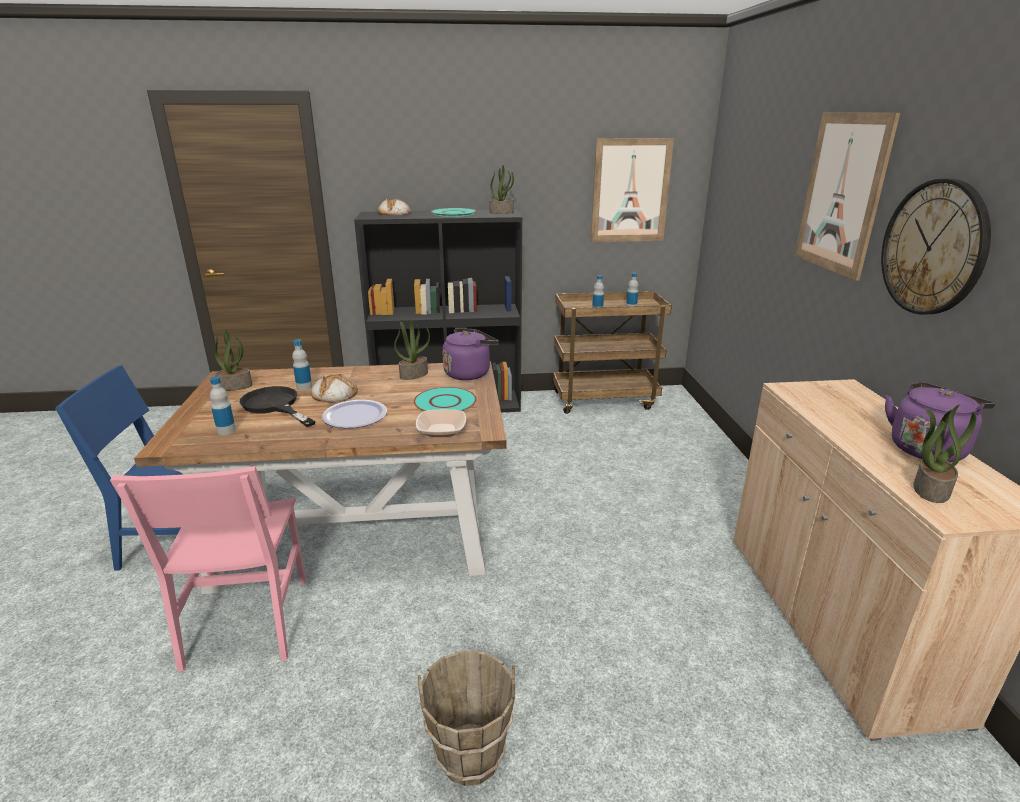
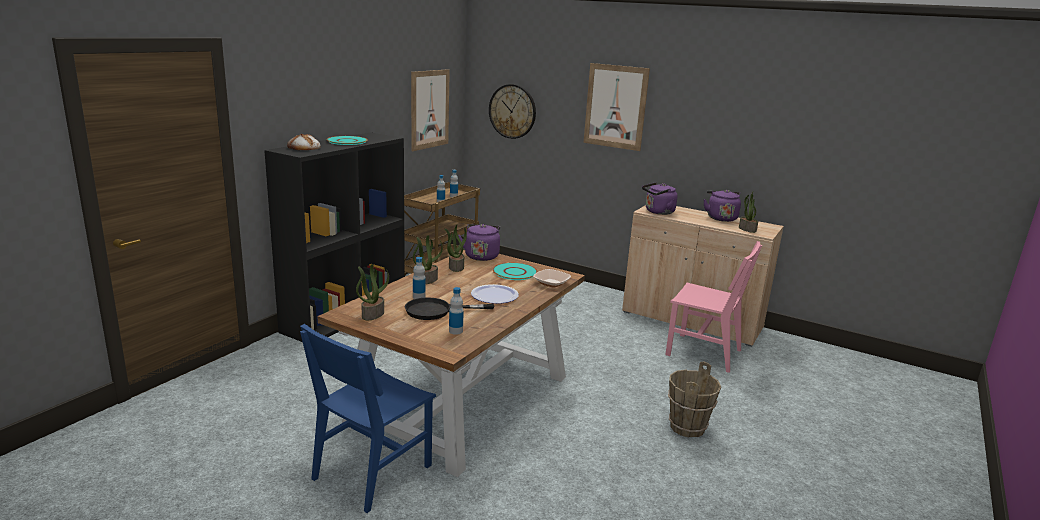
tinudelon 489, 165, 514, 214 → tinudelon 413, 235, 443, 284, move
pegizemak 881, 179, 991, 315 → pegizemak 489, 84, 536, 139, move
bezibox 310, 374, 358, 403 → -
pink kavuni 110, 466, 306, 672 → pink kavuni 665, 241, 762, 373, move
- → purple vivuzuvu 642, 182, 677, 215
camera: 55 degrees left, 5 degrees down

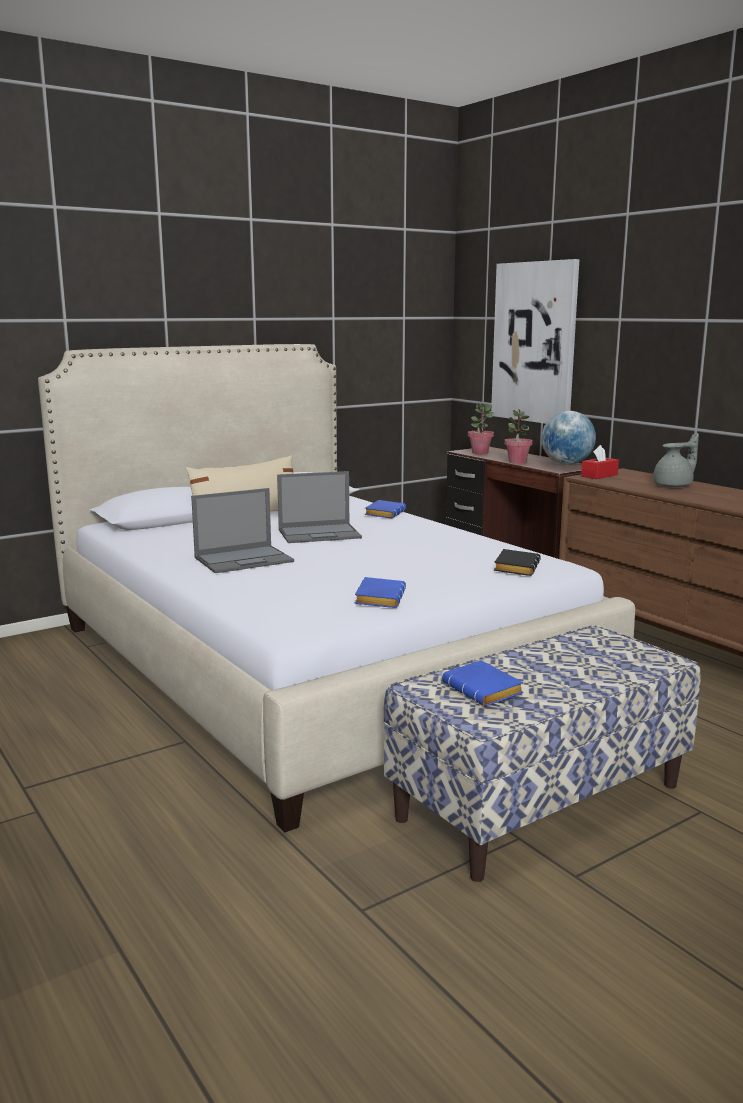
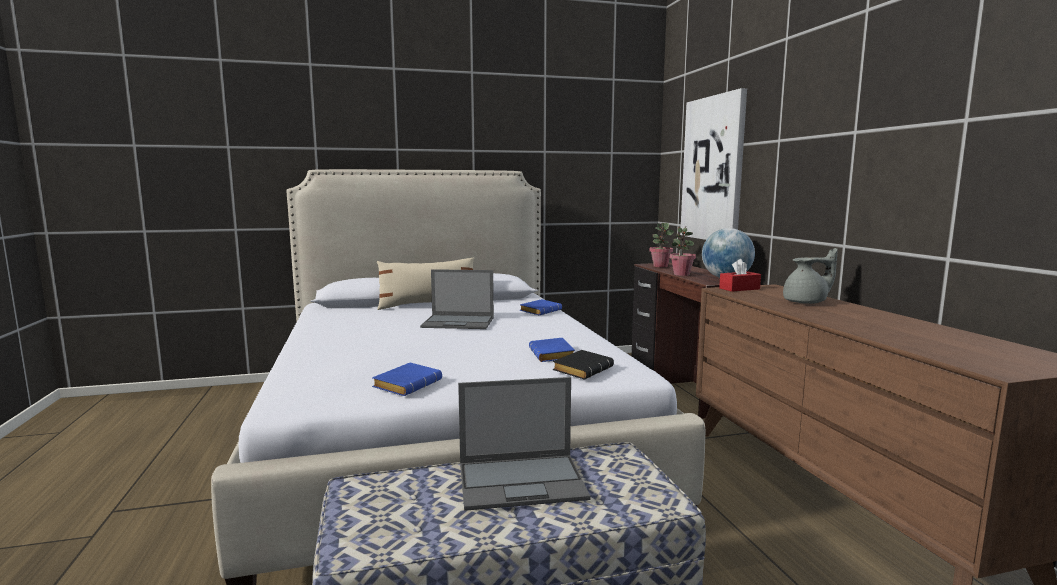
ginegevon 191, 488, 294, 573 → ginegevon 458, 377, 591, 511, move
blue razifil 442, 660, 523, 706 → blue razifil 529, 338, 575, 362, move
camera: 20 degrees right, 5 degrees down

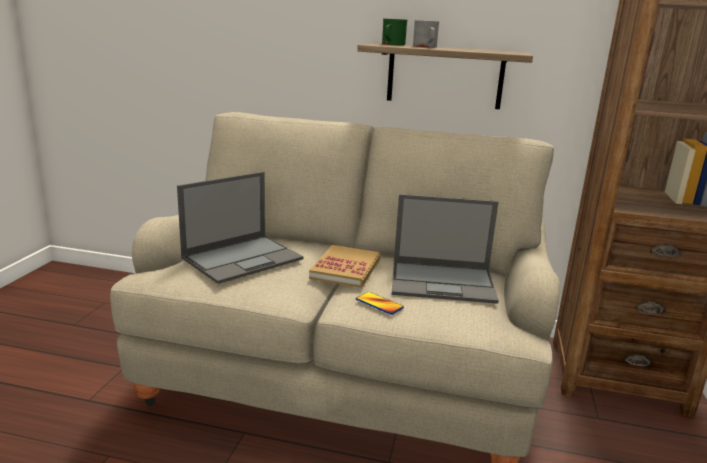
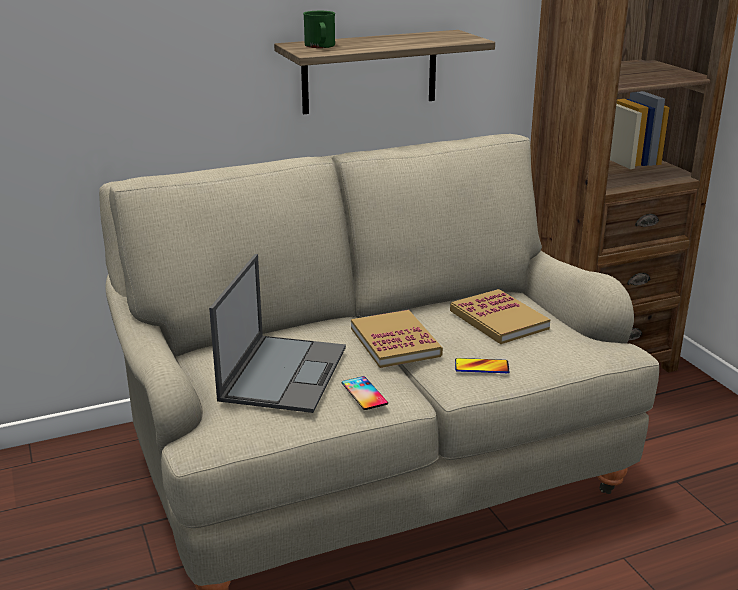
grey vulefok 413, 20, 440, 48 → -
ginegevon 392, 194, 499, 304 → razifil 450, 289, 550, 344
- → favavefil 342, 376, 388, 410
camera: 35 degrees left, 5 degrees up

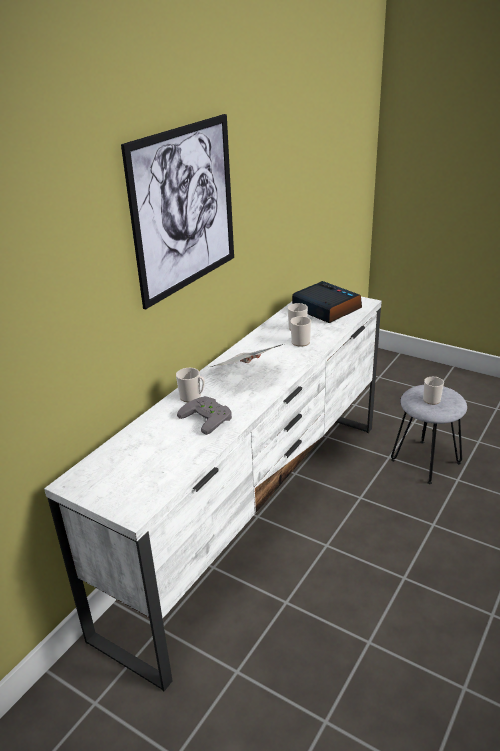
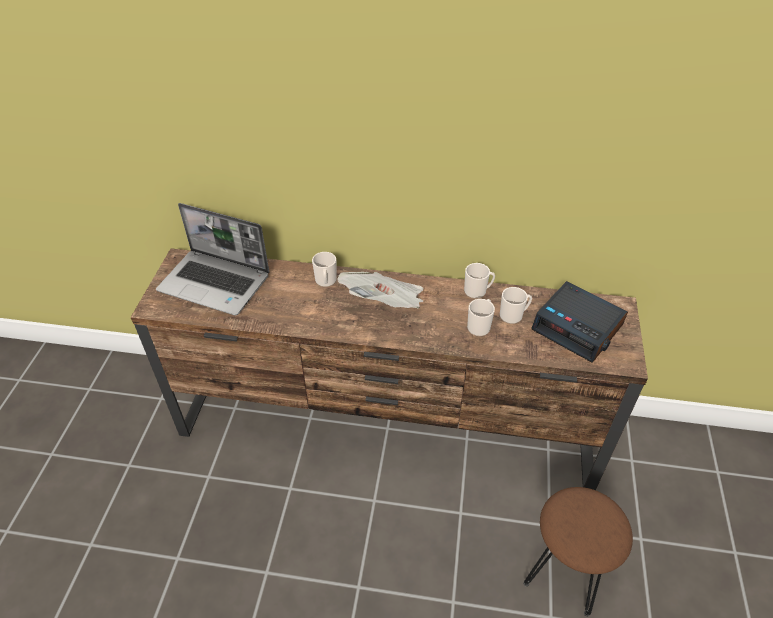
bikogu 121, 114, 234, 309 → -
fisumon 292, 281, 362, 323 → fisumon 531, 281, 628, 363, 105 degrees clockwise
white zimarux 44, 296, 382, 691 → brown zimarux 131, 248, 648, 490
vulefok 423, 377, 444, 405 → vulefok 464, 263, 495, 299, move
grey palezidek 391, 385, 467, 484 → brown palezidek 524, 487, 633, 617
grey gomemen 177, 396, 232, 435 → -
- → ginegevon 156, 203, 269, 315
camera: 65 degrees right, 15 degrees up

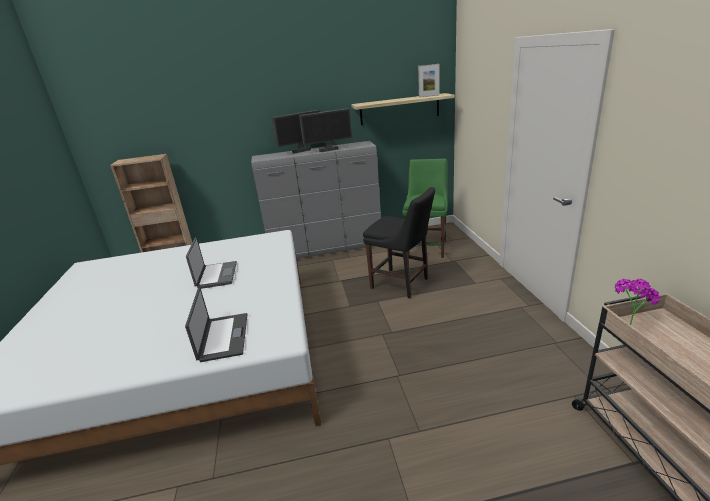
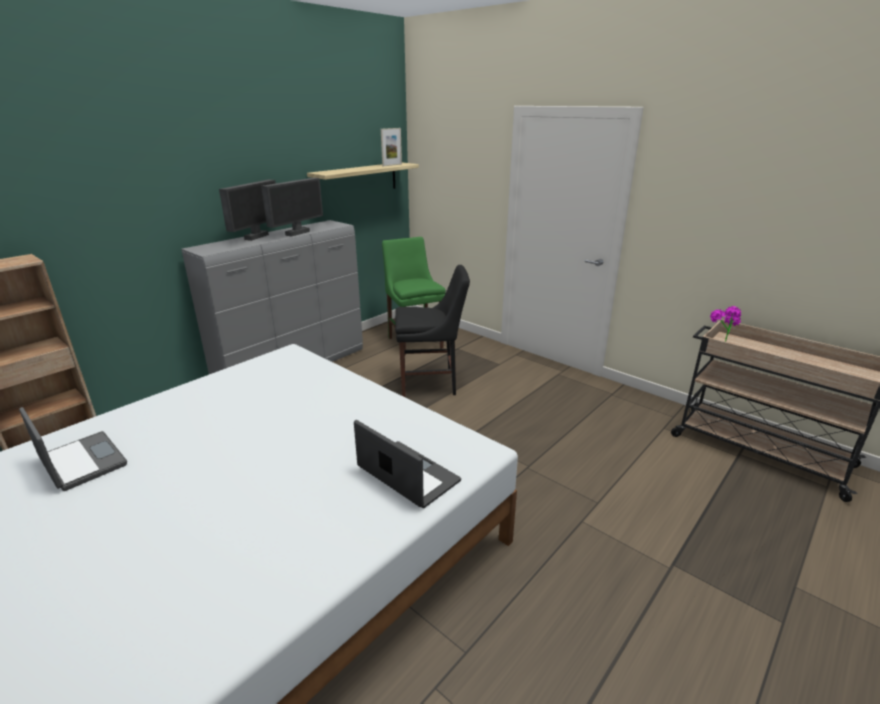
ginegevon 186, 237, 237, 289 → ginegevon 19, 407, 127, 491, move
camera: 40 degrees left, 0 degrees up

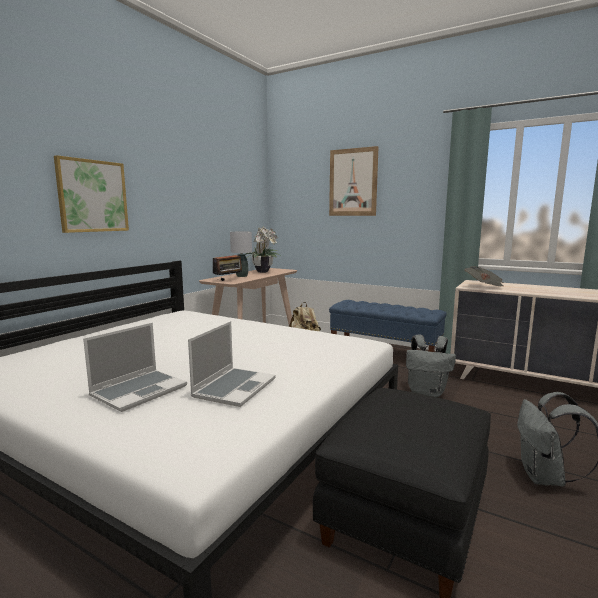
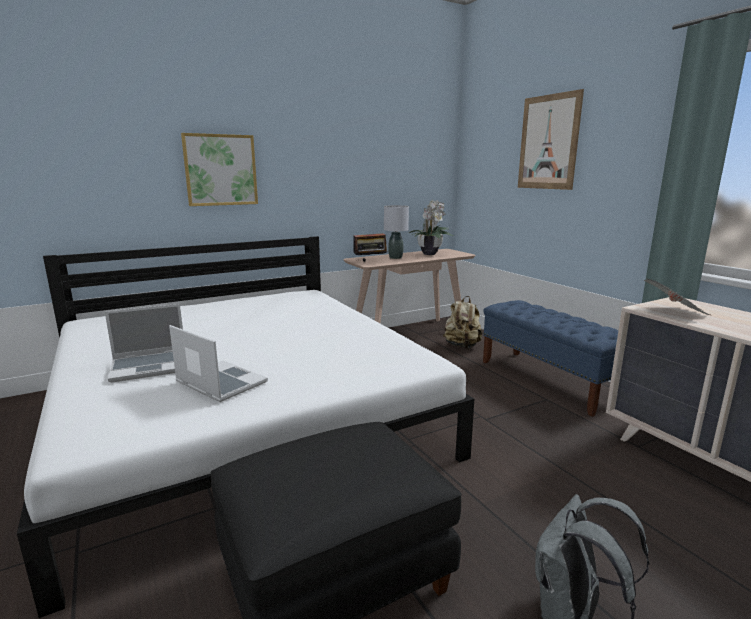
ginegevon 188, 321, 276, 407 → ginegevon 169, 325, 268, 402, 105 degrees counterclockwise
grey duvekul 406, 335, 456, 397 → -
camera: 30 degrees right, 5 degrees up

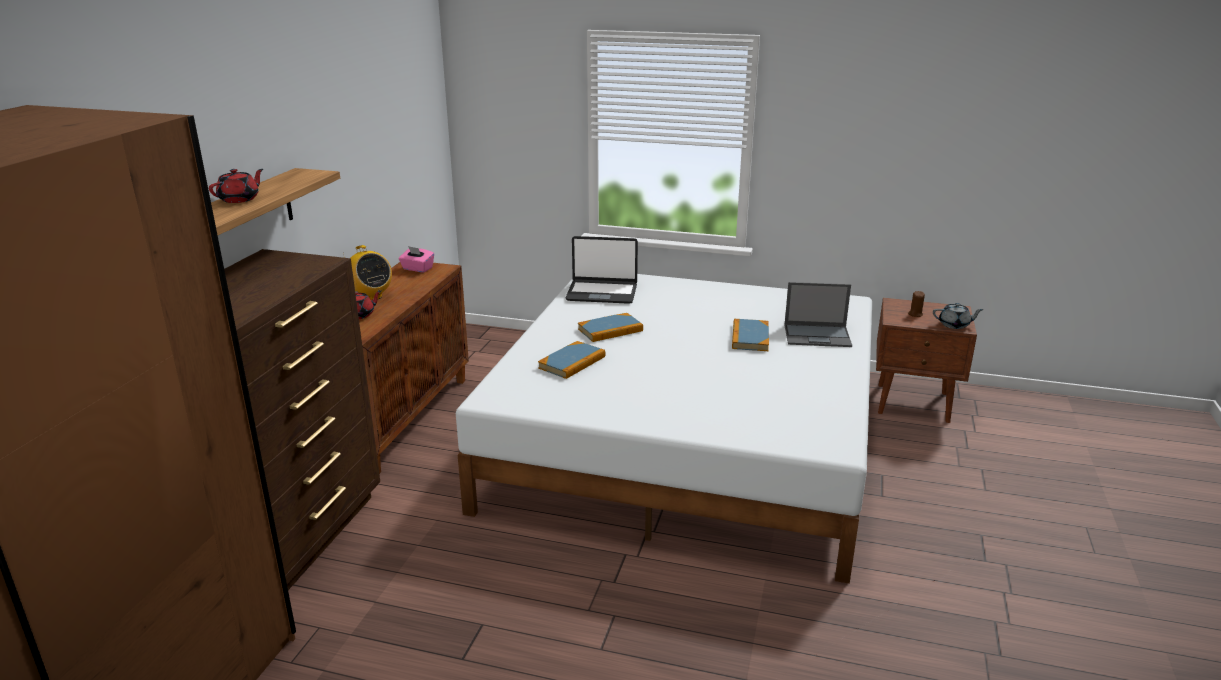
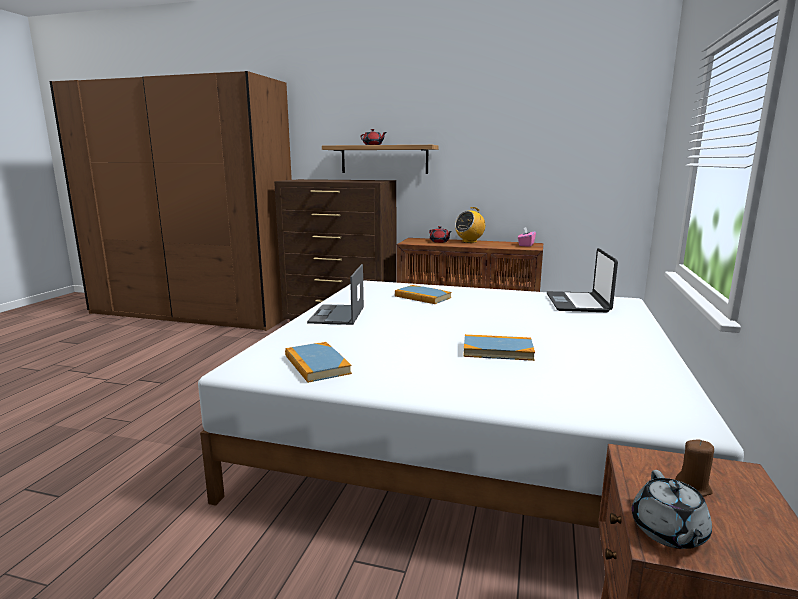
ginegevon 784, 282, 852, 347 → ginegevon 307, 264, 364, 325, move
razifil 578, 313, 643, 342 → razifil 285, 342, 352, 383, move
camera: 90 degrees right, 10 degrees down

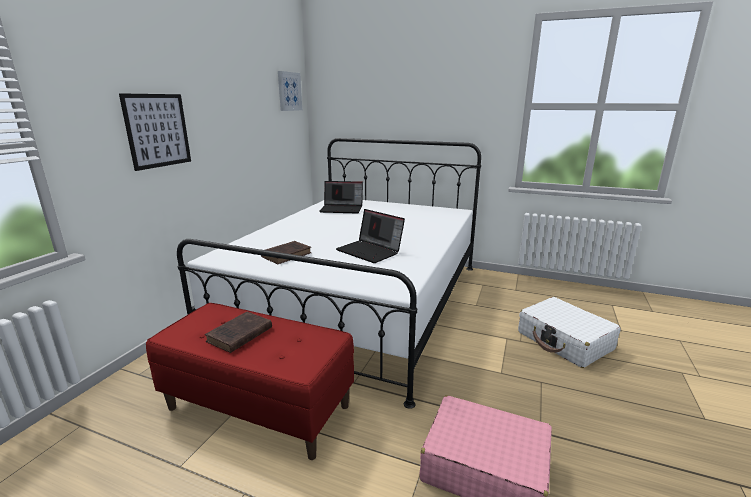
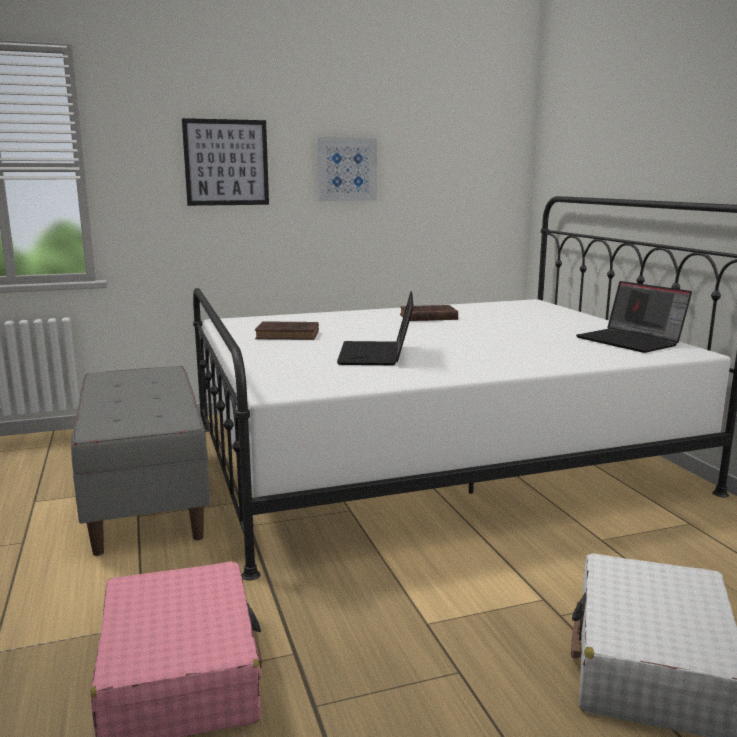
bikogu 278, 71, 302, 111 → bikogu 317, 137, 377, 201, move
ginegevon 319, 181, 363, 214 → ginegevon 576, 281, 692, 353, move
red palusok 146, 303, 354, 460 → grey palusok 71, 366, 210, 556
brown razifil 205, 312, 272, 353 → brown razifil 400, 305, 458, 321, move
camera: 50 degrees right, 5 degrees down

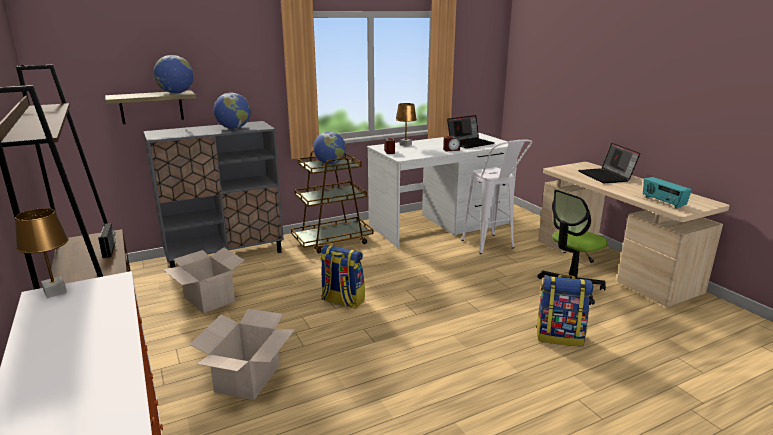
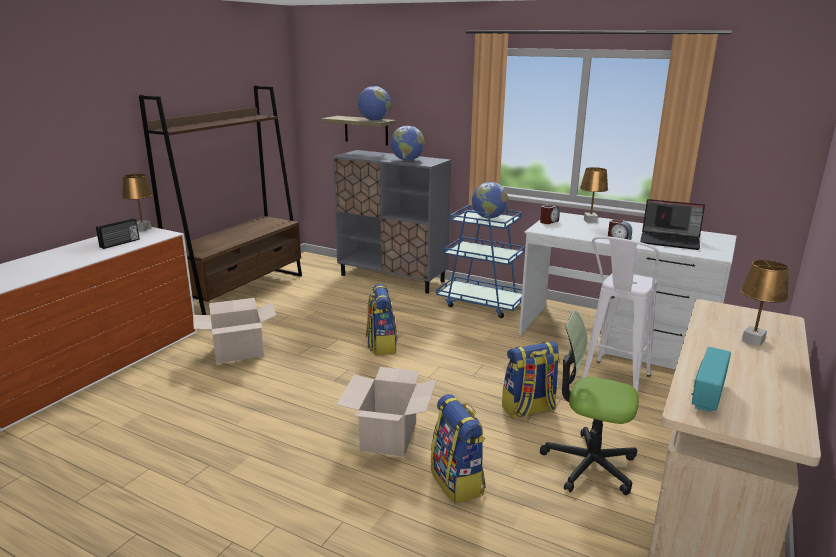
ginegevon 578, 143, 640, 183 → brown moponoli 740, 260, 789, 346
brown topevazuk 291, 150, 373, 253 → blue topevazuk 436, 205, 525, 318
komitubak 98, 223, 116, 258 → komitubak 96, 218, 139, 249, move
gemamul 163, 247, 245, 314 → gemamul 337, 367, 436, 457, move
- → duvekul 502, 341, 560, 419
camera: 55 degrees right, 0 degrees up

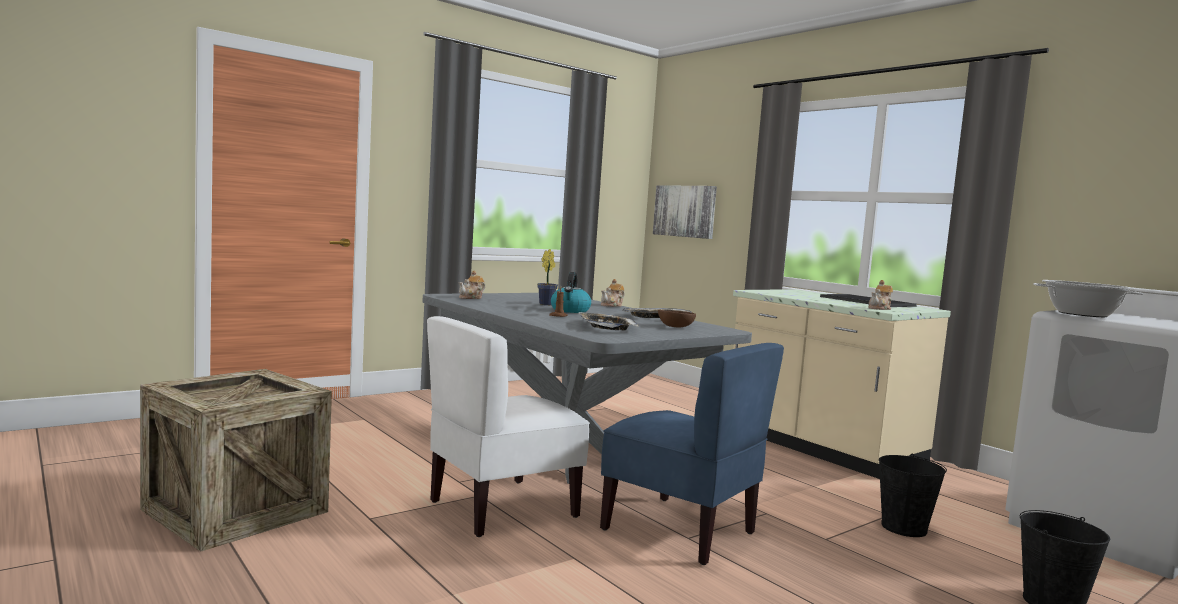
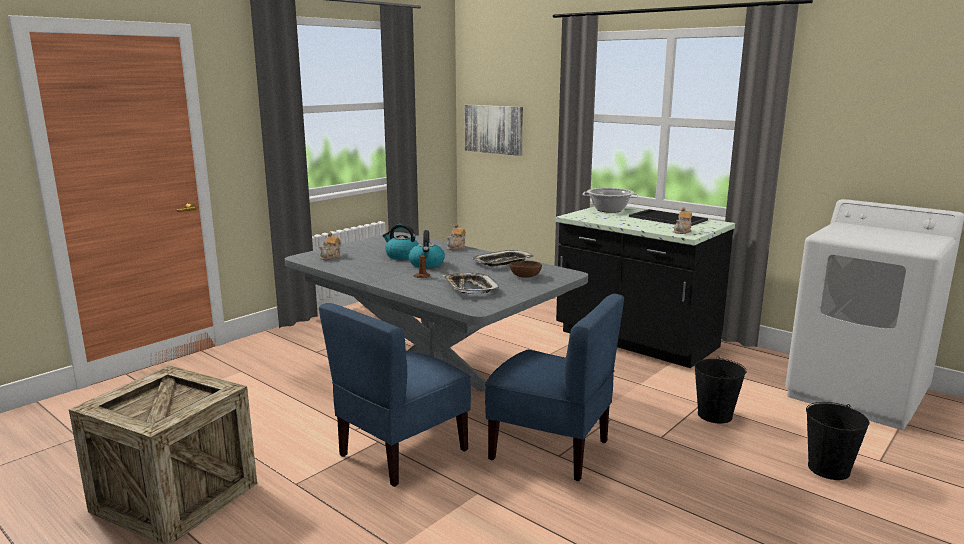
tinudelon 537, 249, 558, 305 → vivuzuvu 383, 224, 419, 260
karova 1033, 280, 1144, 317 → karova 582, 188, 638, 213, move
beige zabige 733, 289, 951, 479 → black zabige 555, 207, 735, 368
white kavuni 427, 316, 590, 537 → blue kavuni 319, 303, 471, 487
camera: 10 degrees left, 10 degrees up

